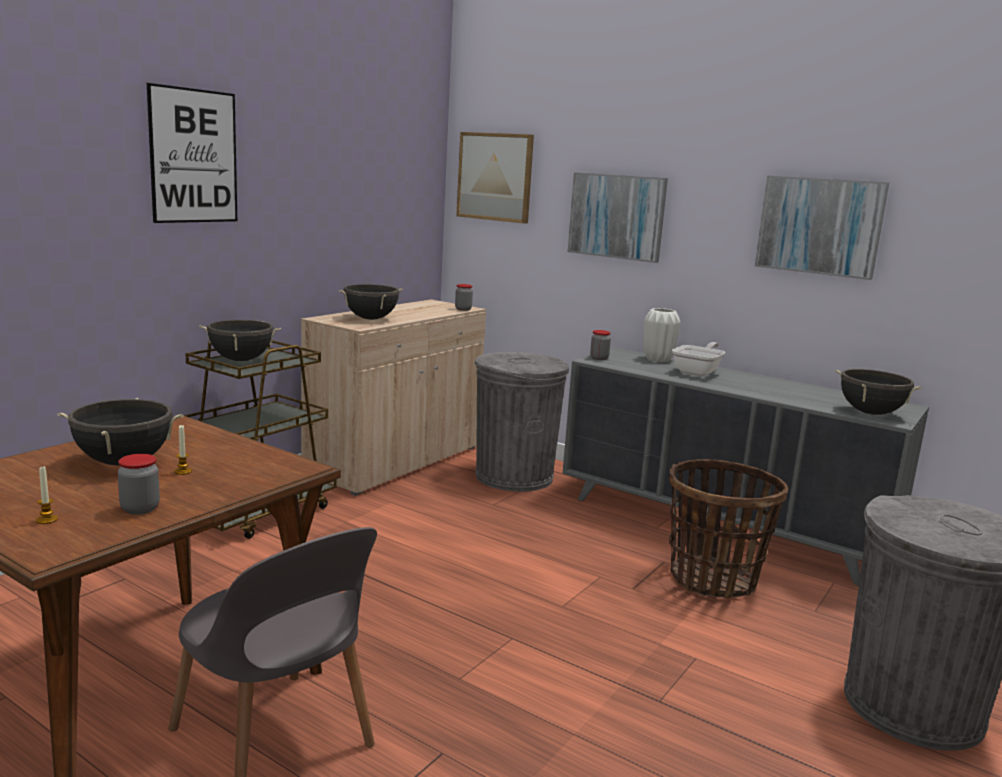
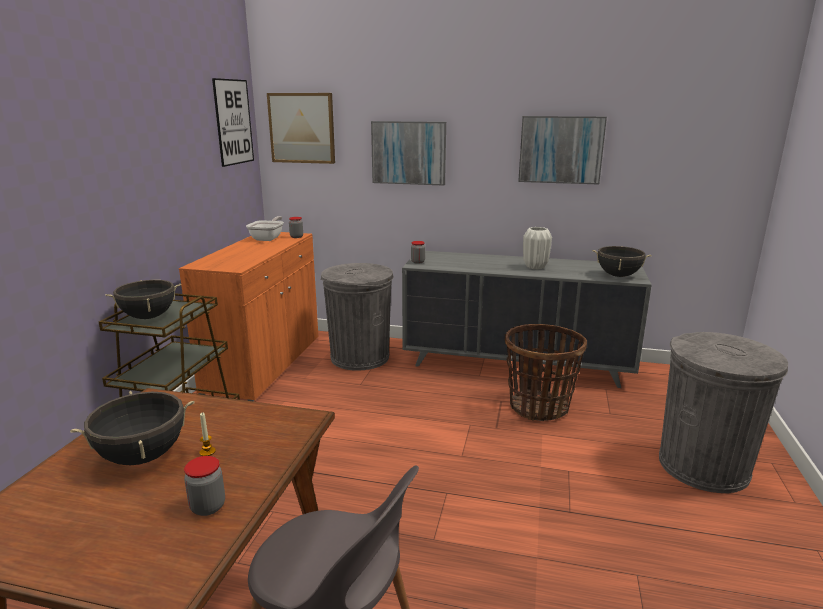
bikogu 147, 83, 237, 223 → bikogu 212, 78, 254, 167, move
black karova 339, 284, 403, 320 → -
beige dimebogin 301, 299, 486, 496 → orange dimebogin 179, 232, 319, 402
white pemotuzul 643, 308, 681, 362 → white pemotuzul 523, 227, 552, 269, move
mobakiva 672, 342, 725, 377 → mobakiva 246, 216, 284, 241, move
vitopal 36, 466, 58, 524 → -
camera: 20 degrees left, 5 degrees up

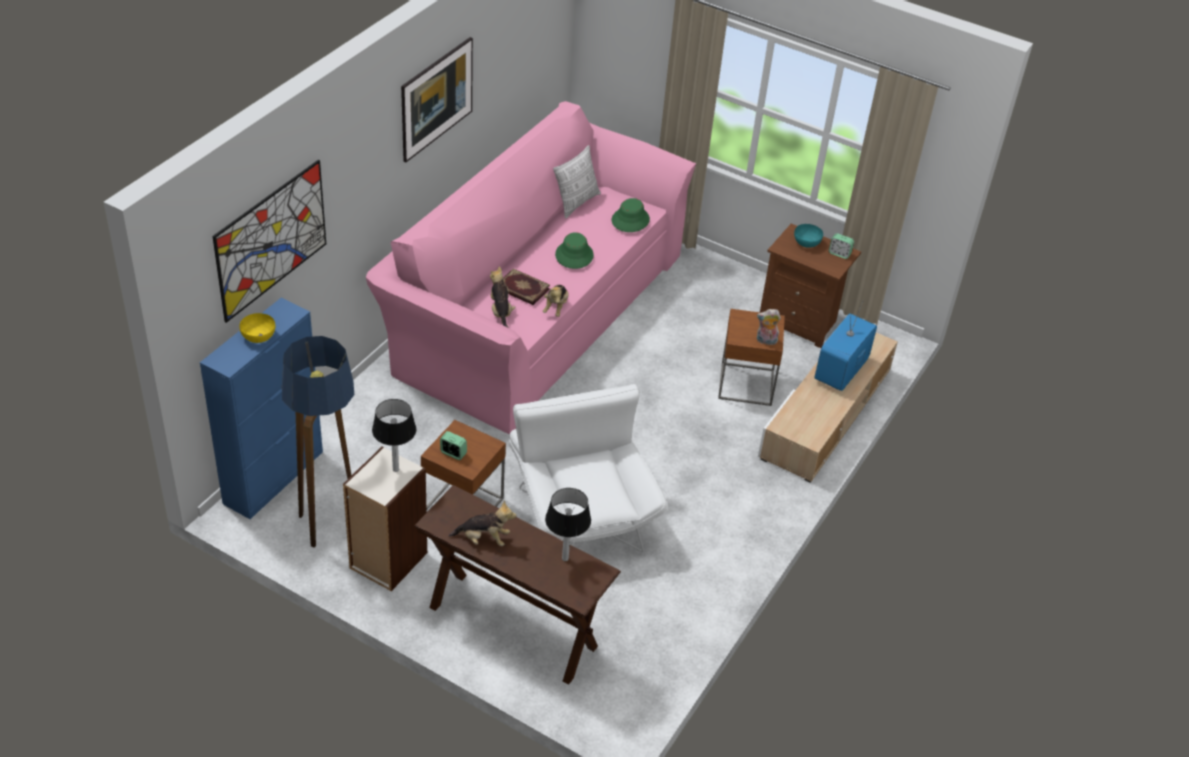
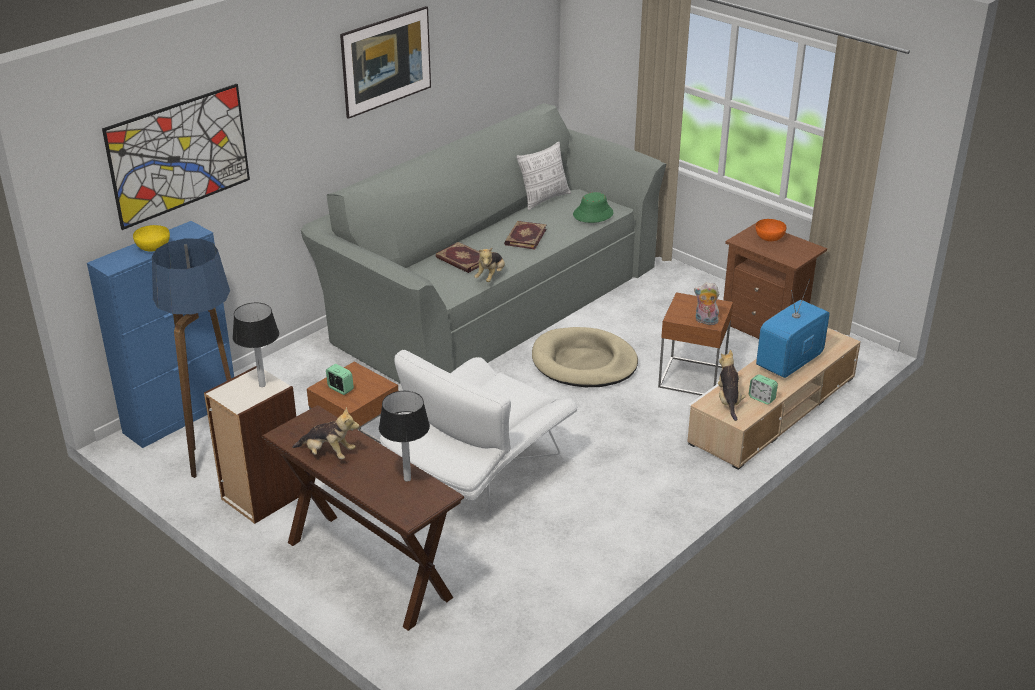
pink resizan 366, 101, 696, 435 → grey resizan 301, 103, 666, 384
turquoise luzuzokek 794, 224, 823, 248 → orange luzuzokek 756, 219, 786, 241
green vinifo 555, 232, 594, 269 → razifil 504, 221, 547, 250
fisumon 829, 233, 854, 259 → fisumon 749, 374, 778, 404, move
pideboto 490, 266, 516, 328 → pideboto 718, 350, 746, 421, move
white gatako 509, 384, 668, 552 → white gatako 380, 350, 578, 517, 135 degrees counterclockwise
- → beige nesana 532, 327, 638, 387
camera: 15 degrees right, 10 degrees down

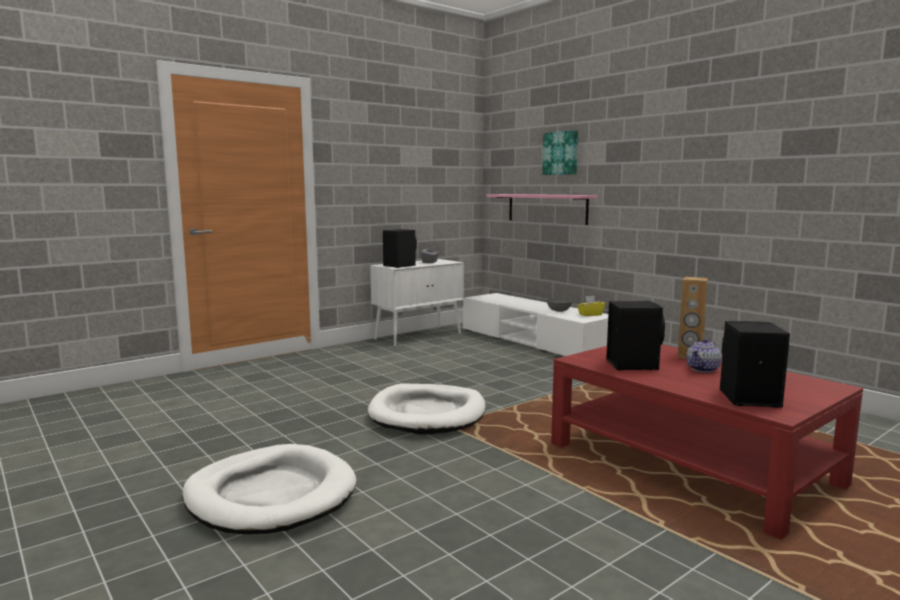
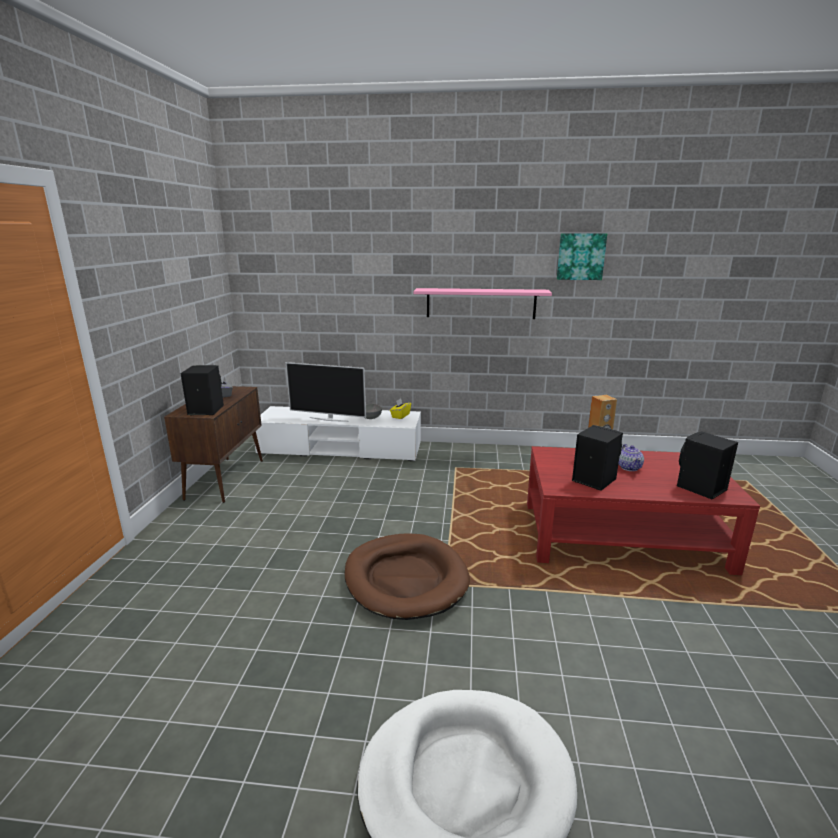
bikogu 542, 130, 578, 175 → bikogu 557, 233, 607, 280, move
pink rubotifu 487, 194, 598, 225 → pink rubotifu 413, 288, 552, 319, move
white dimebogin 370, 259, 464, 347 → brown dimebogin 164, 386, 263, 503
white nesana 368, 384, 486, 434 → brown nesana 344, 533, 470, 620
- → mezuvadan 286, 362, 366, 422
camera: 45 degrees left, 10 degrees up

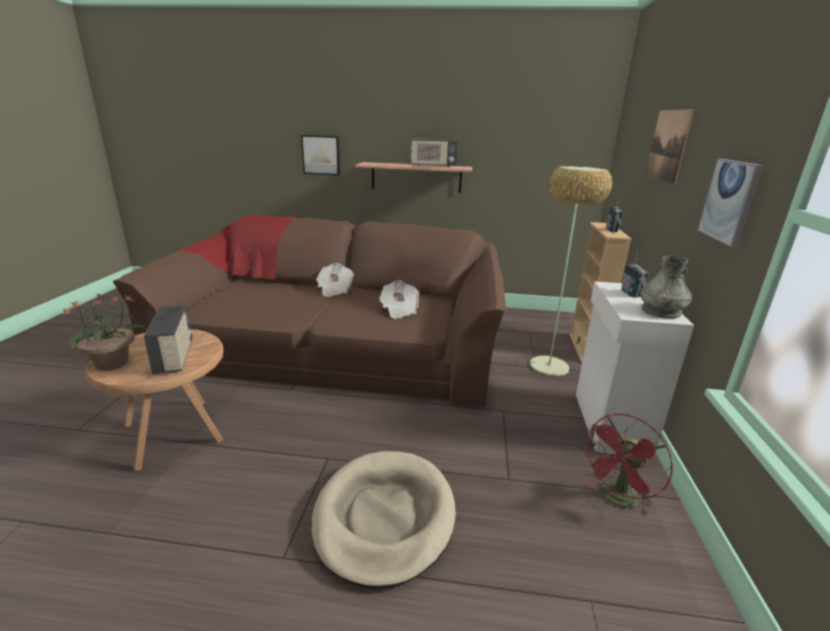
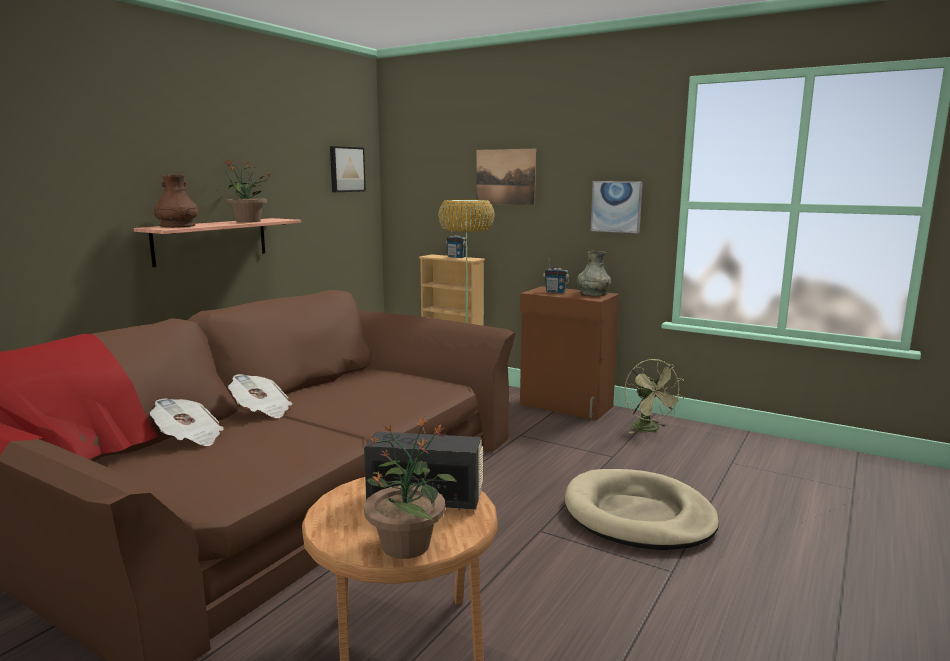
bikogu 301, 135, 340, 176 → bikogu 330, 146, 366, 192, move
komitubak 411, 138, 458, 167 → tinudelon 217, 160, 270, 223
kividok 379, 280, 420, 319 → kividok 150, 398, 224, 446, move
white dimebogin 576, 281, 694, 458 → brown dimebogin 520, 286, 619, 420
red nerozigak 580, 414, 673, 516 → green nerozigak 624, 359, 684, 434
- → brown pemotuzul 154, 175, 198, 228
camera: 65 degrees left, 10 degrees down

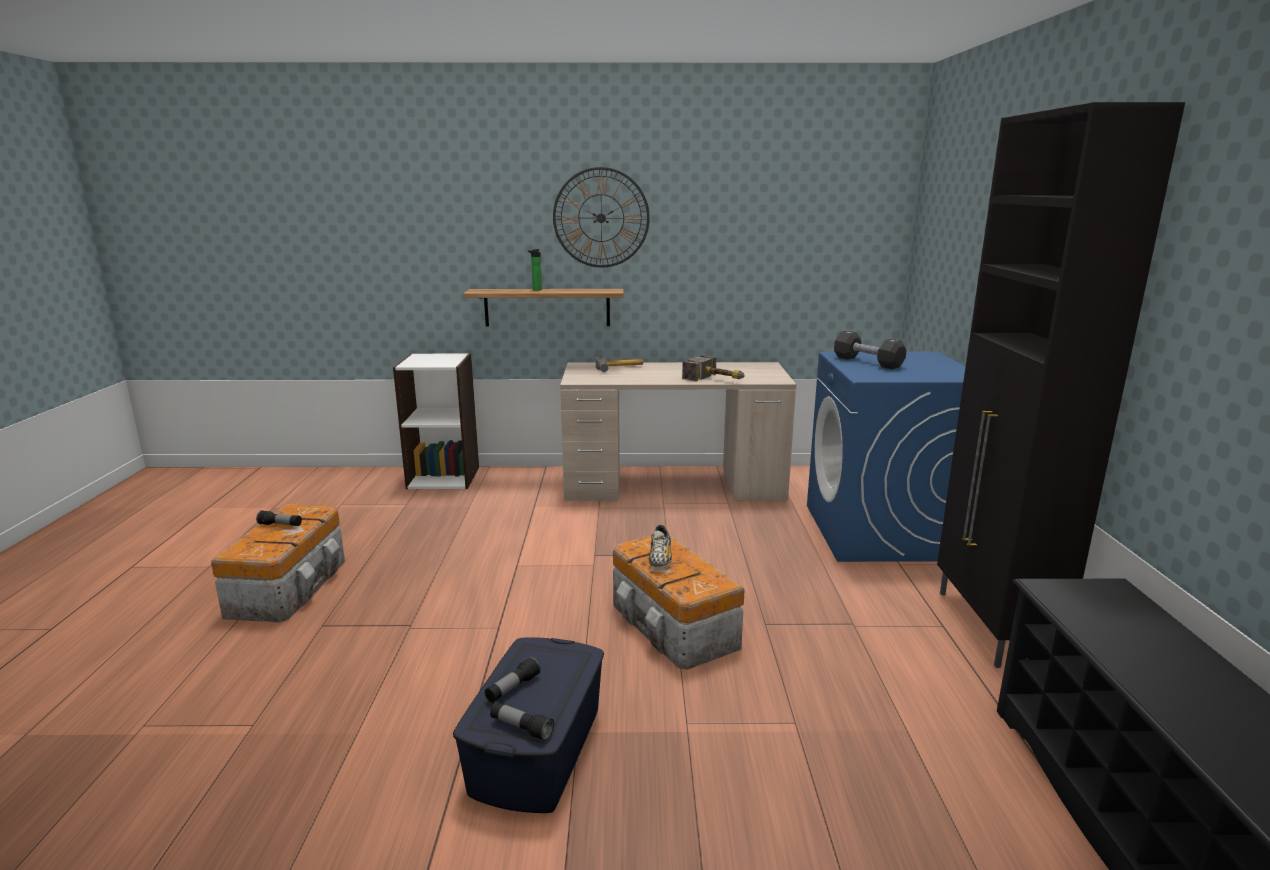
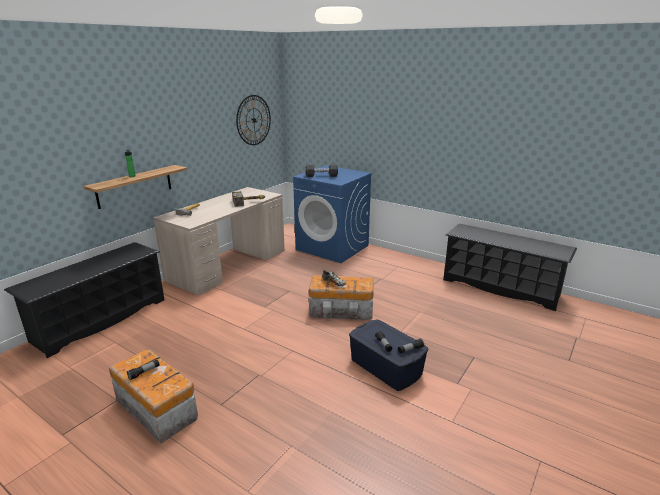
black dimebogin 937, 102, 1185, 668 → -
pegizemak 553, 167, 650, 267 → pegizemak 236, 95, 271, 145, move
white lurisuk 393, 353, 479, 489 → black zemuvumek 4, 242, 165, 358
camera: 55 degrees left, 5 degrees up

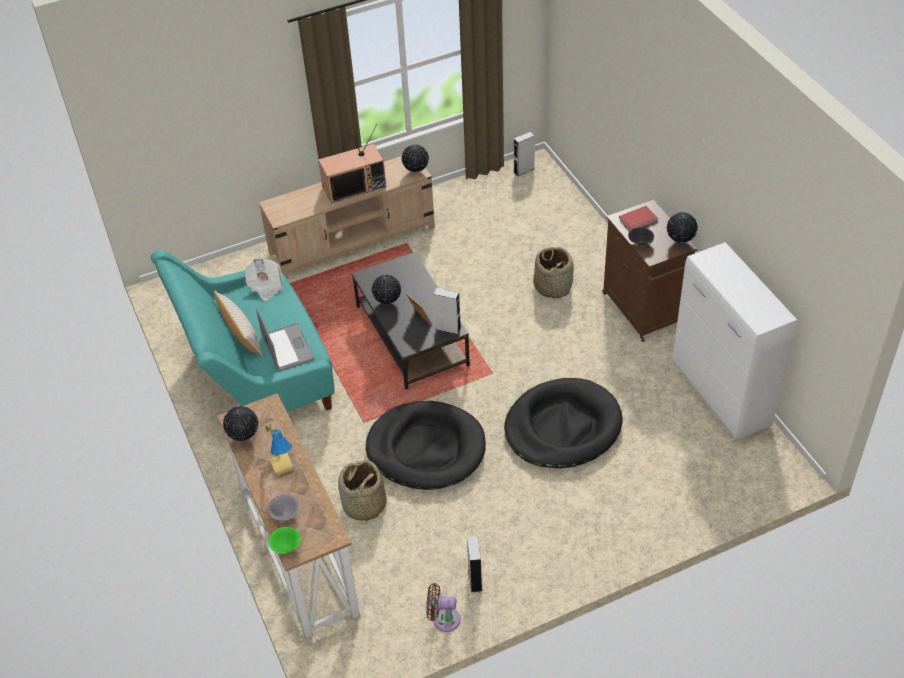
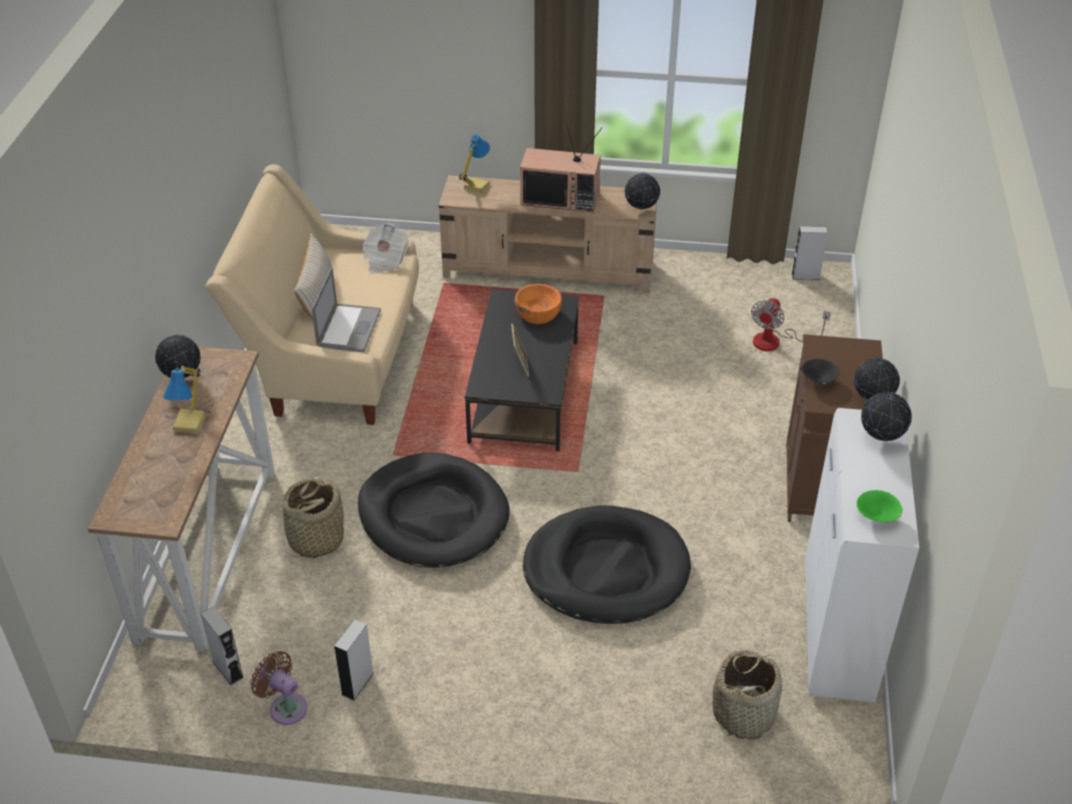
red razifil 619, 206, 658, 231 → -
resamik 533, 247, 574, 299 → resamik 713, 650, 782, 739, move
turquoise resizan 150, 250, 335, 412 → beige resizan 206, 164, 419, 425
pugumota 372, 275, 401, 304 → pugumota 861, 392, 912, 441, move
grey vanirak 433, 288, 461, 335 → grey vanirak 200, 606, 244, 685, move
grey luzuzokek 268, 494, 299, 521 → -
green luzuzokek 269, 527, 301, 553 → green luzuzokek 857, 490, 903, 522, move
- → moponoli 459, 134, 490, 194
- → orange luzuzokek 515, 284, 562, 324
- → nerozigak 751, 298, 831, 351
camera: 30 degrees right, 5 degrees down

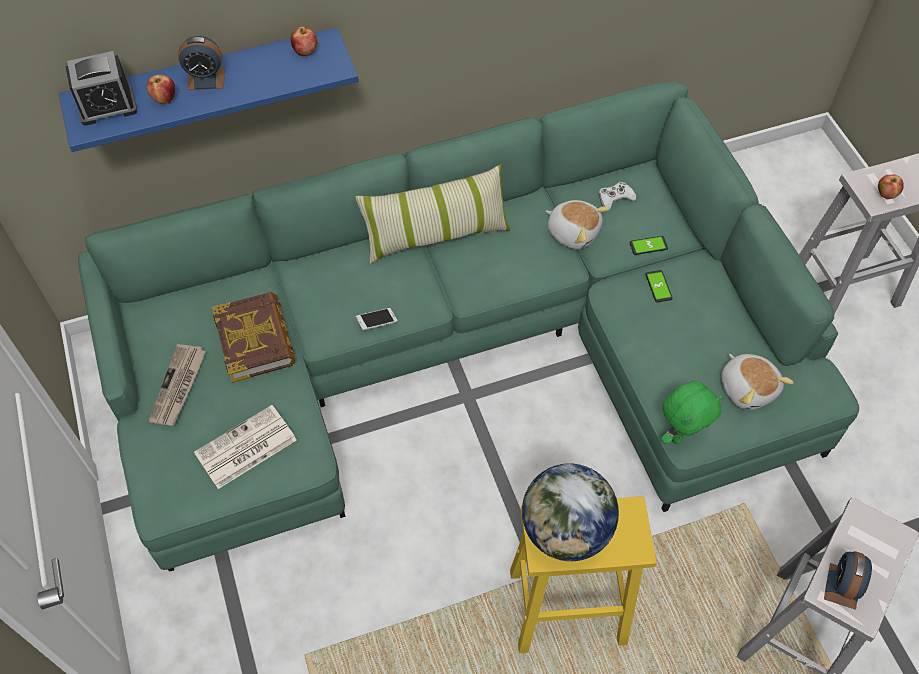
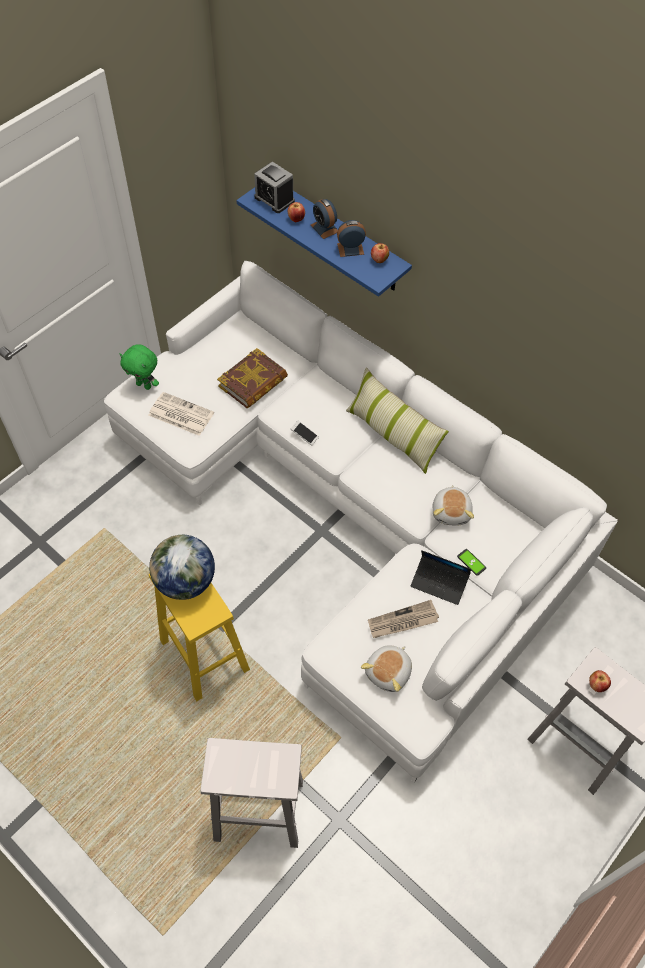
green resizan 78, 81, 859, 572 → white resizan 104, 261, 618, 782
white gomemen 599, 182, 636, 210 → -
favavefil 645, 270, 673, 302 → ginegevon 411, 550, 471, 605
kividok 148, 344, 206, 426 → kividok 368, 600, 439, 638, move
green pideboto 661, 381, 723, 444 → green pideboto 120, 344, 159, 390, move
fisumon 824, 551, 872, 610 → fisumon 337, 220, 366, 257, move
camera: 60 degrees right, 0 degrees up

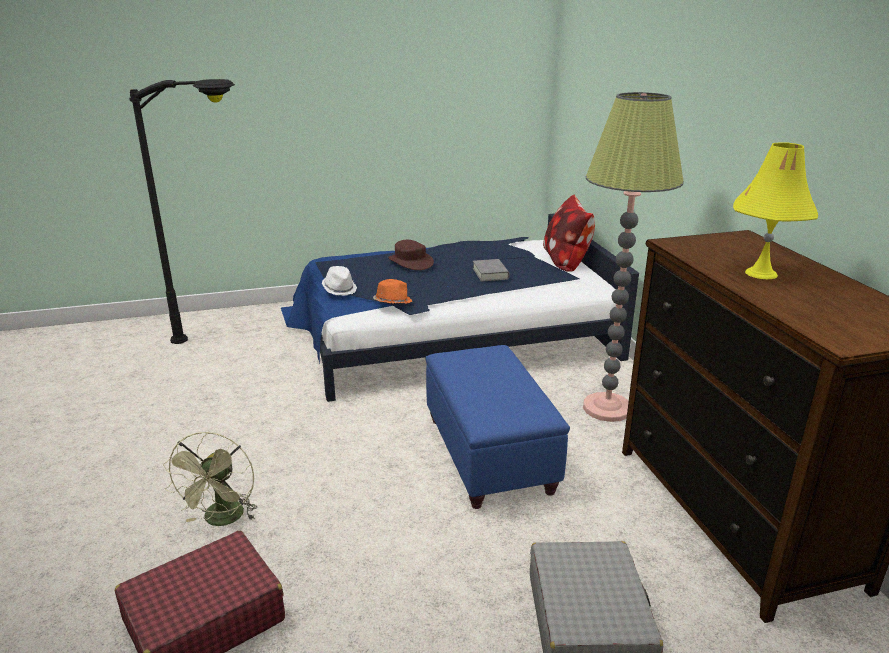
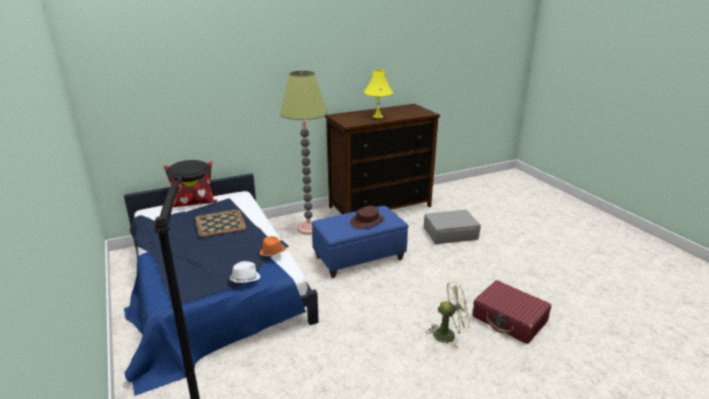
brown vinifo 388, 240, 434, 270 → brown vinifo 350, 206, 384, 229, move
grey razifil 473, 259, 510, 282 → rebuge 195, 210, 247, 237
camera: 100 degrees left, 0 degrees up

